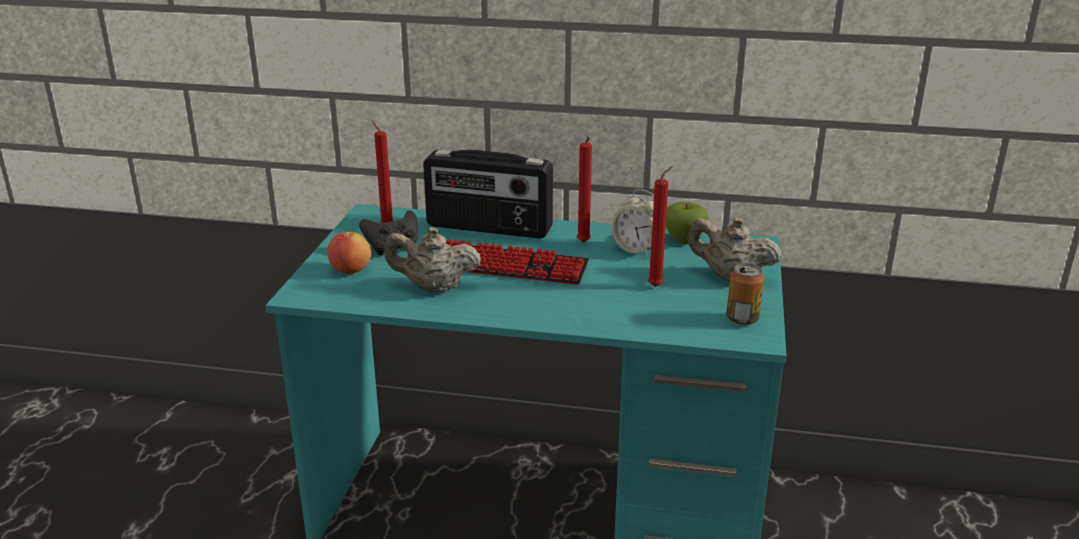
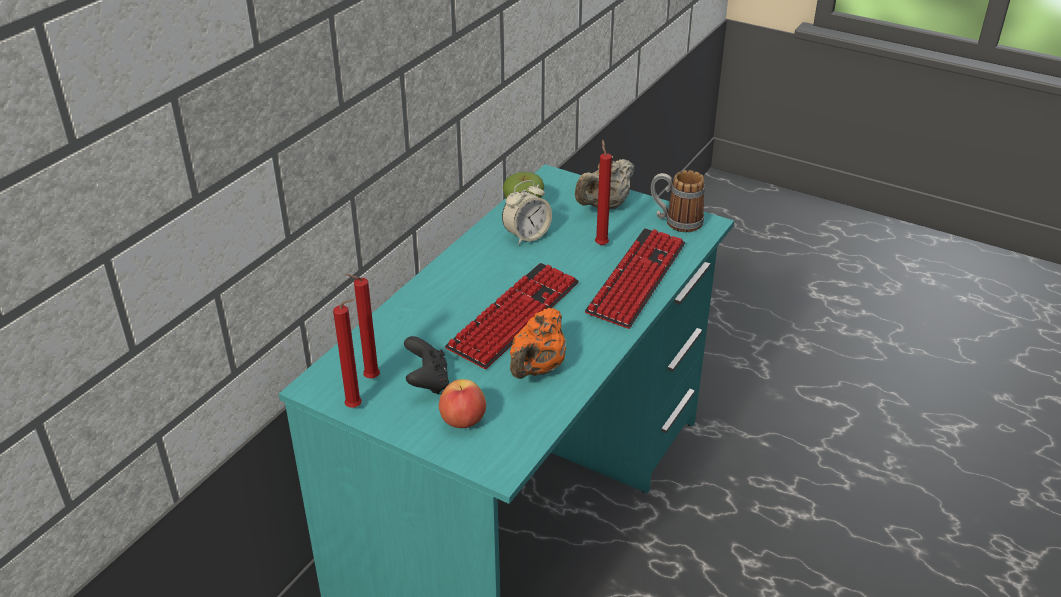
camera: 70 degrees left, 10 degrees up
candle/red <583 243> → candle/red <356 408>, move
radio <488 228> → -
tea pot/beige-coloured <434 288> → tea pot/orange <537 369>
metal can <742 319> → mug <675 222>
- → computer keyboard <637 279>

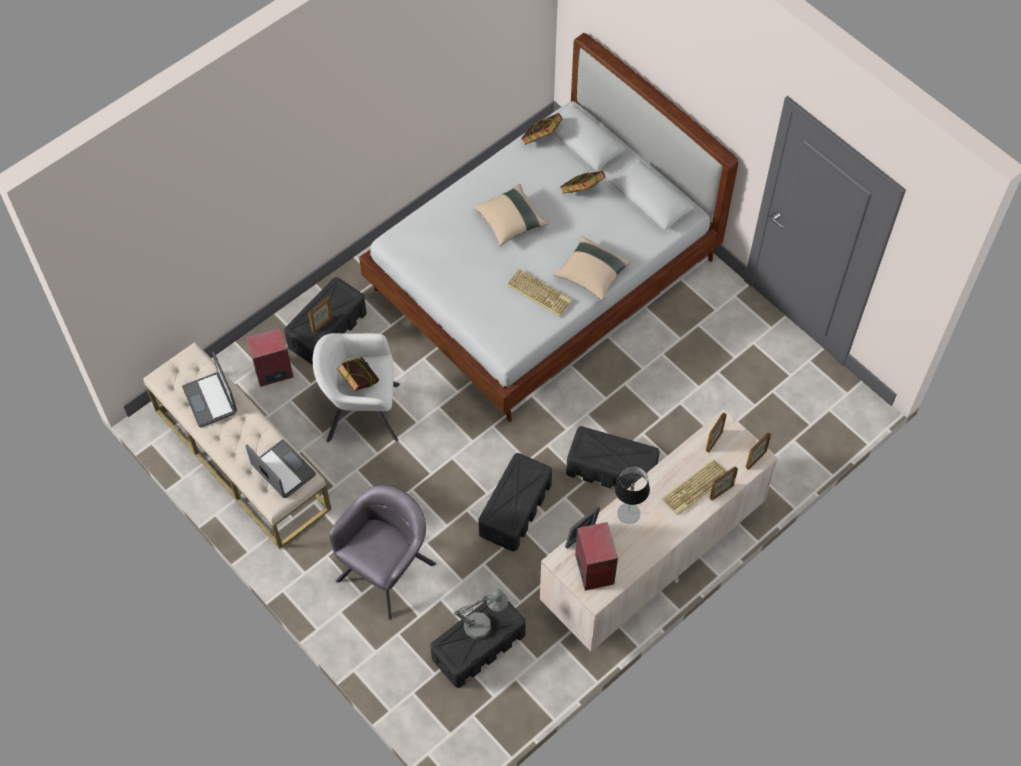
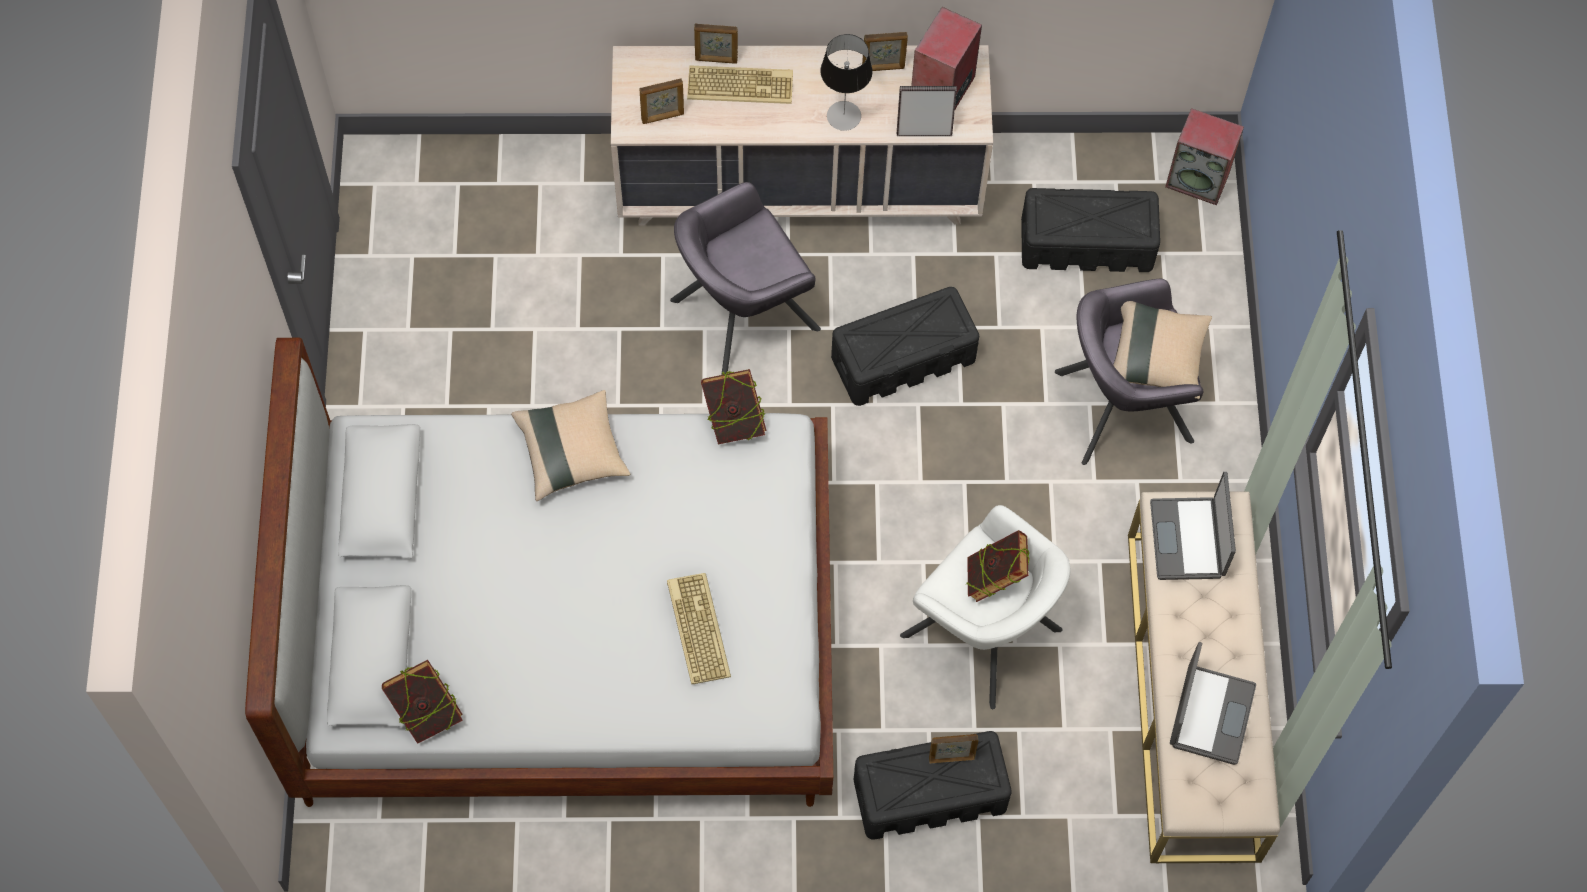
camera: 140 degrees left, 5 degrees up
bound book <581 193> → bound book <734 421>, move
pillow/beige-coloured <510 221> → pillow/beige-coloured <1156 358>, move
computer keyboard <540 293> → computer keyboard <696 628>, move
loudspeaker <273 372> → loudspeaker <1198 179>, move
storage container/black <612 470> → easy chair/gray <743 314>
picture frame <755 459> → picture frame <883 68>, move
lamp for a table/gray <483 624> → -

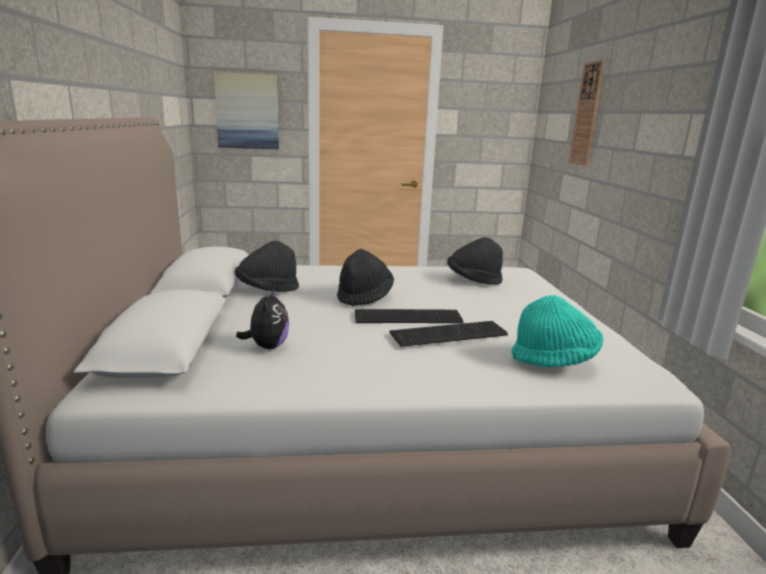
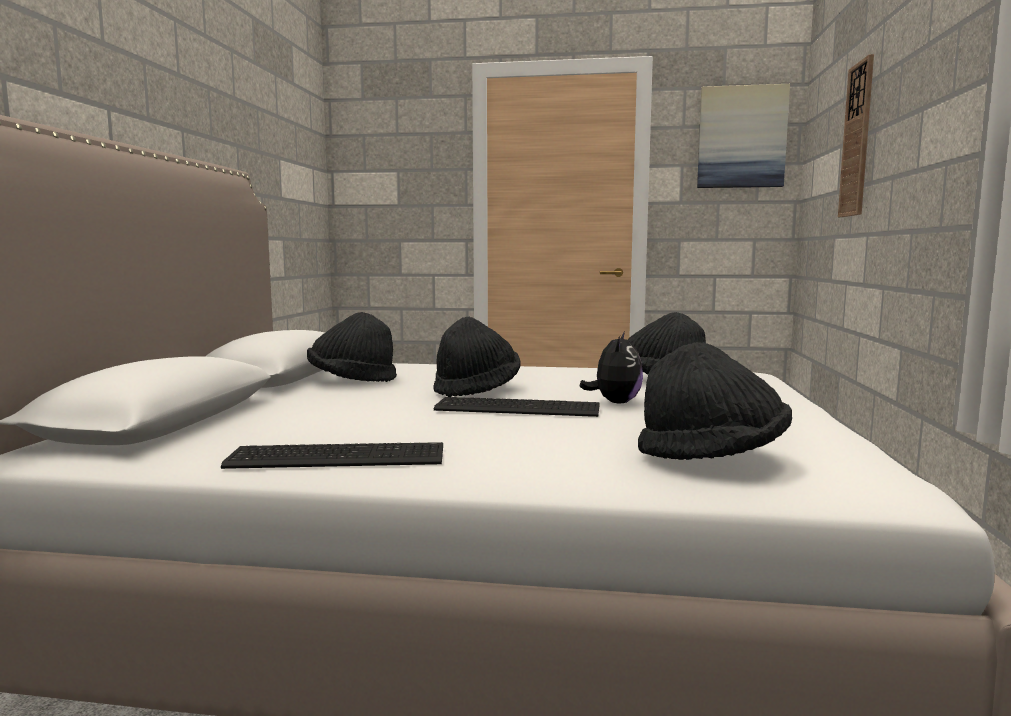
camera: 15 degrees right, 10 degrees down
wall art <247 111> → wall art <741 137>, move
soft toy <267 346> → soft toy <615 402>, move
wearable hat/blue-green <554 359> → wearable hat/black <712 456>
computer keyboard <446 333> → computer keyboard <336 455>, move

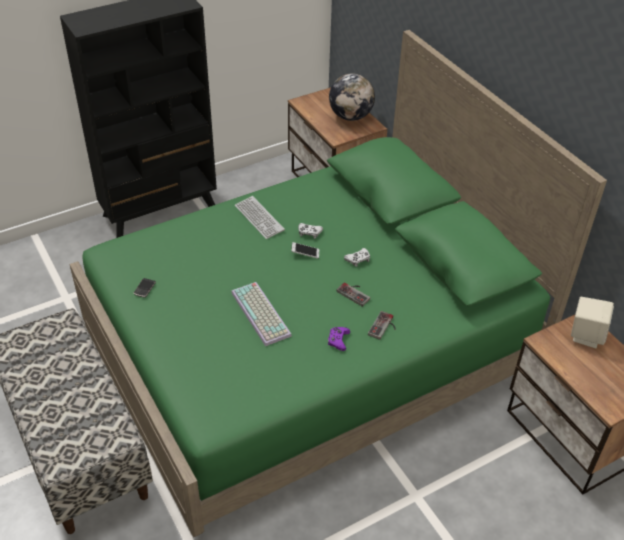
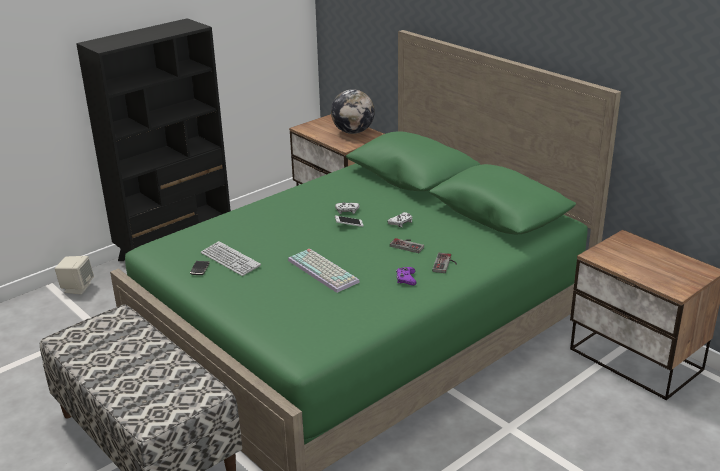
camera: 10 degrees left, 15 degrees down
computer keyboard <259 218> → computer keyboard <230 260>, move
loudspeaker/beige-coloured <586 335> → loudspeaker/beige-coloured <77 288>, move

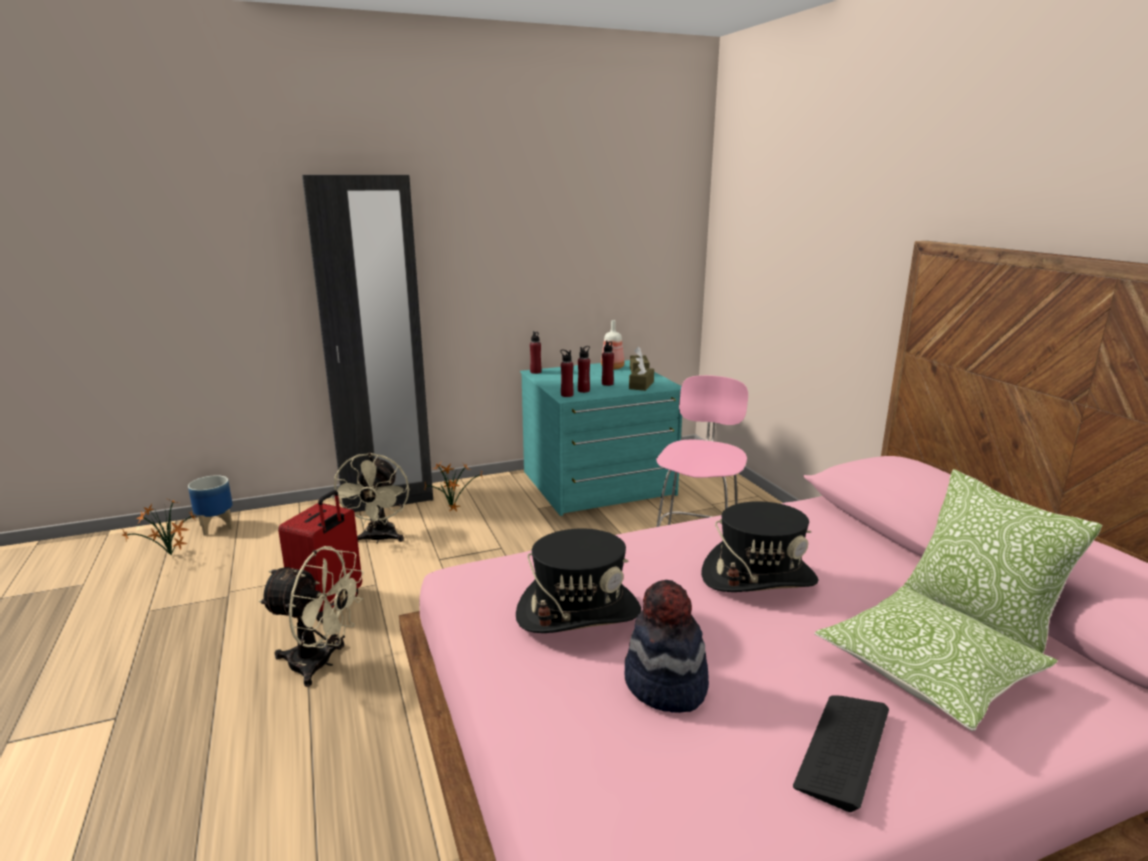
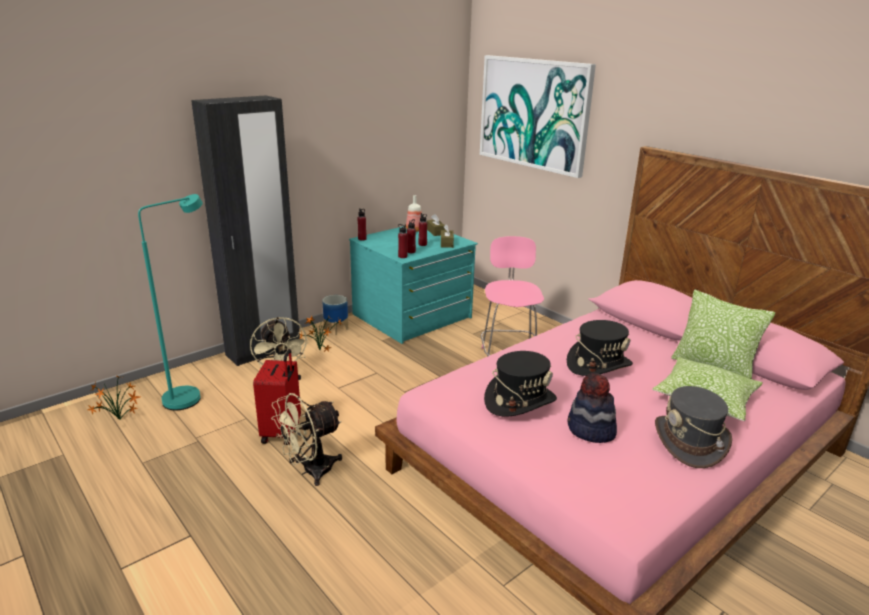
camera: 20 degrees left, 5 degrees up
flower pot <217 527> → flower pot <336 329>, move
electric fan/beige-coloured <320 664> → electric fan/beige-coloured <310 471>, 150 degrees clockwise
computer keyboard <842 750> → wearable hat/gray <690 442>
- → wall art <533 113>
- → floor lamp/blue-green <191 396>

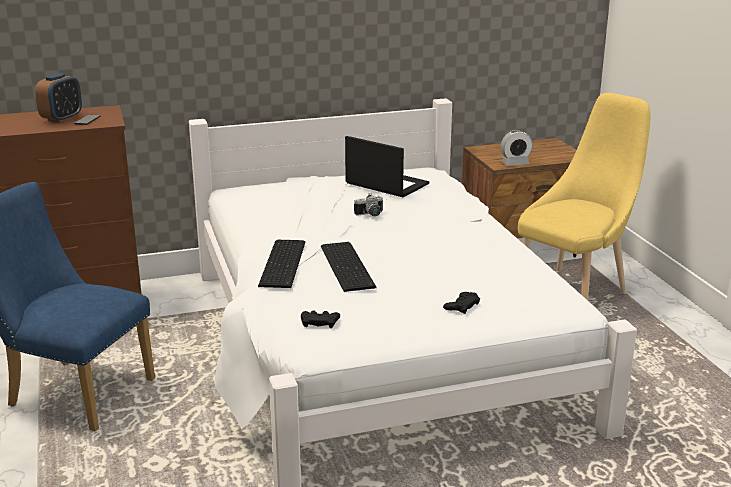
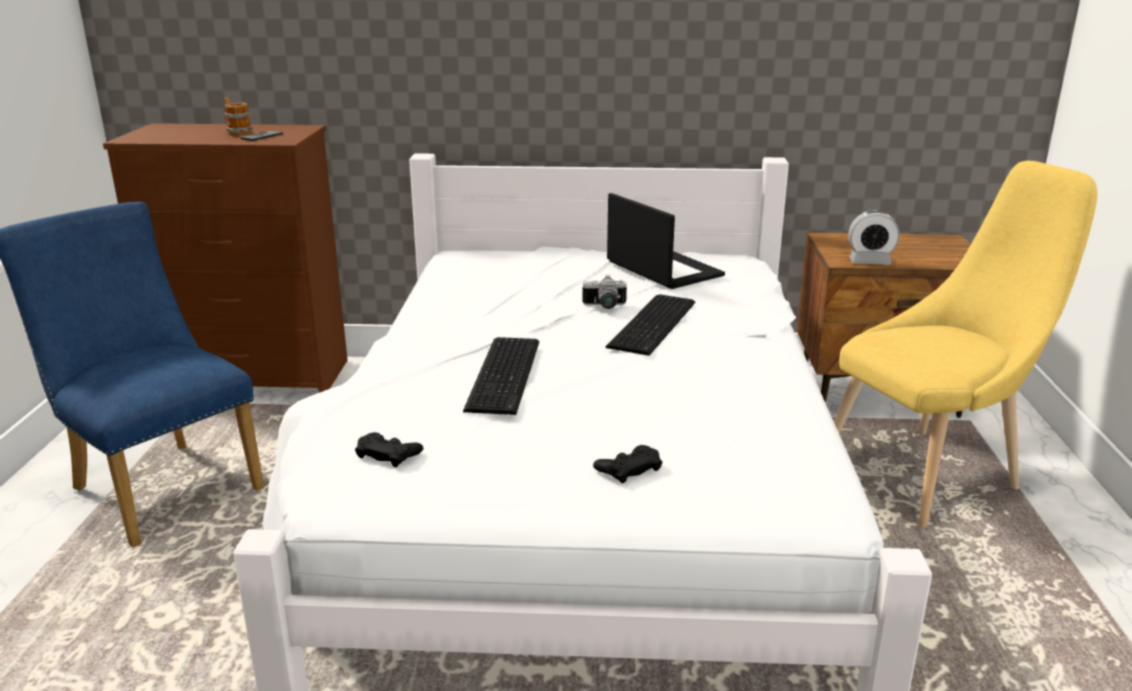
camera: 20 degrees right, 0 degrees up
table clock <62 118> → mug <237 132>
computer keyboard <285 263> → computer keyboard <656 324>, move

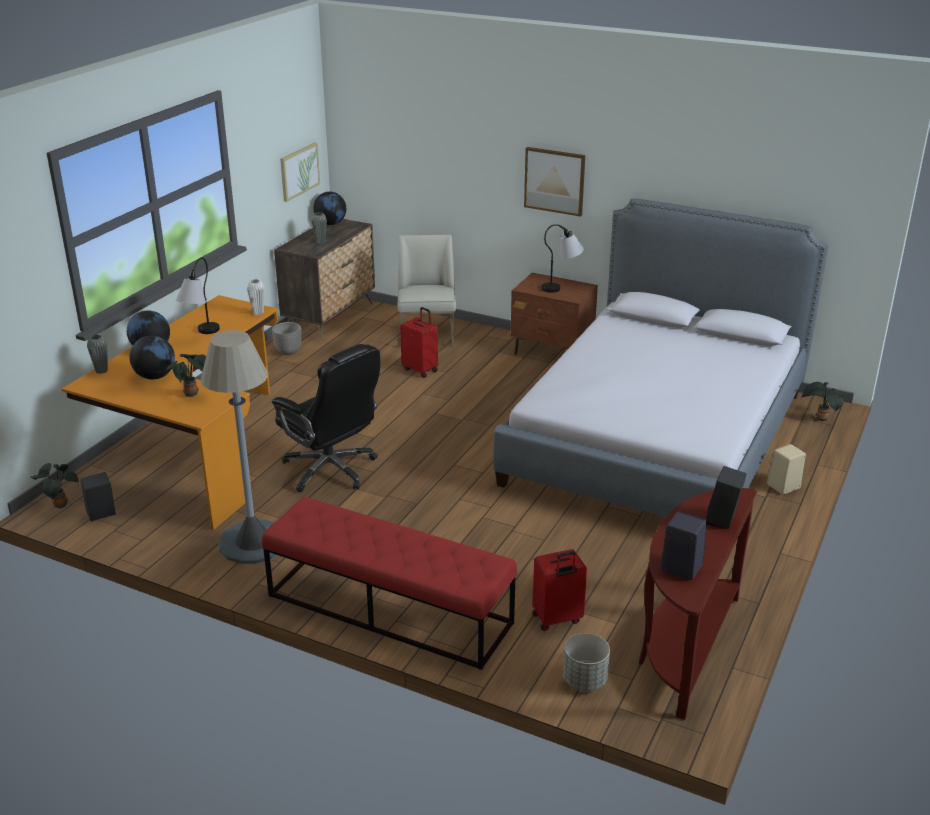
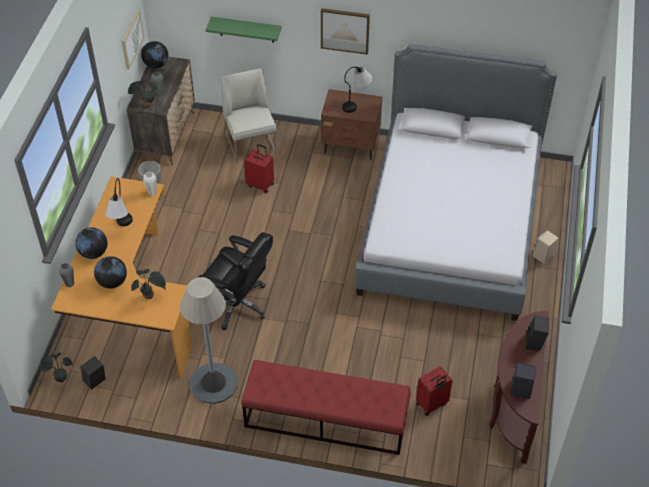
camera: 15 degrees left, 20 degrees up
potted plant <820 419> → potted plant <145 105>, move
flower pot/gray <584 680> → -
- → bracket shelf/green <246 29>

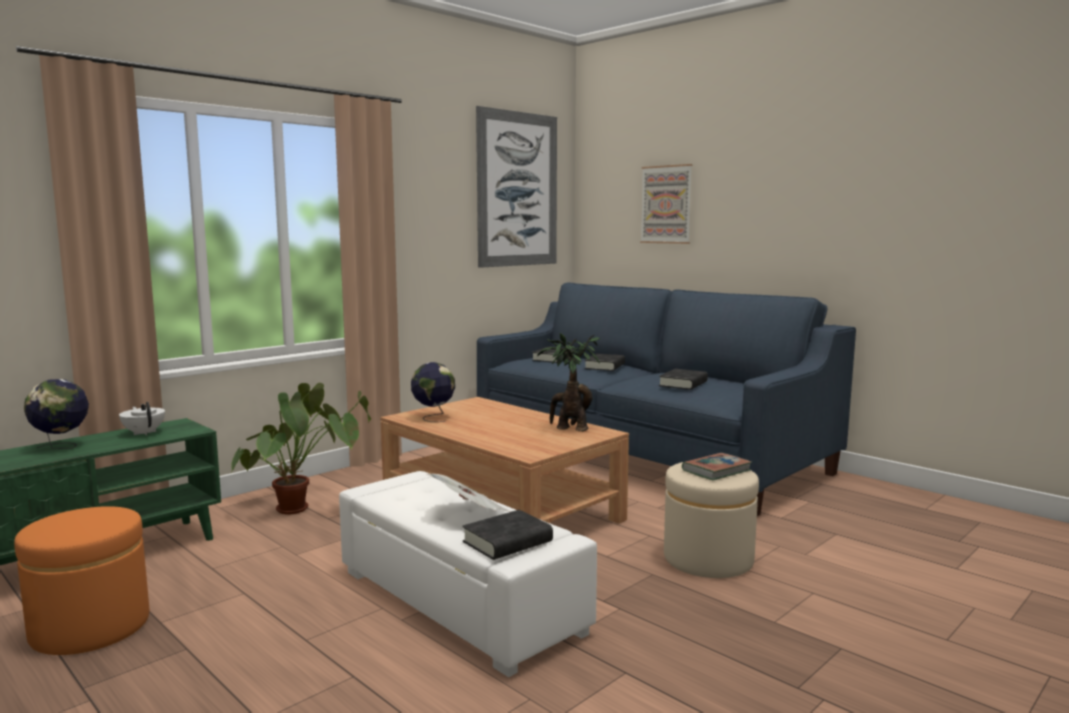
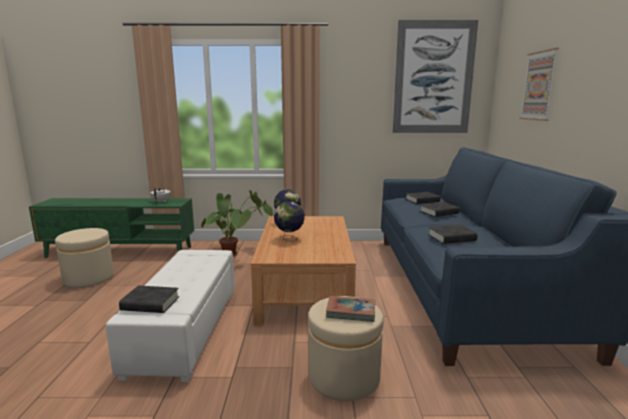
camera: 45 degrees right, 5 degrees up
potted plant <569 428> → -
desk globe <61 447> → desk globe <289 239>, move
printed paper <470 514> → -
ottoman/orange <90 627> → ottoman/beige-coloured <89 278>

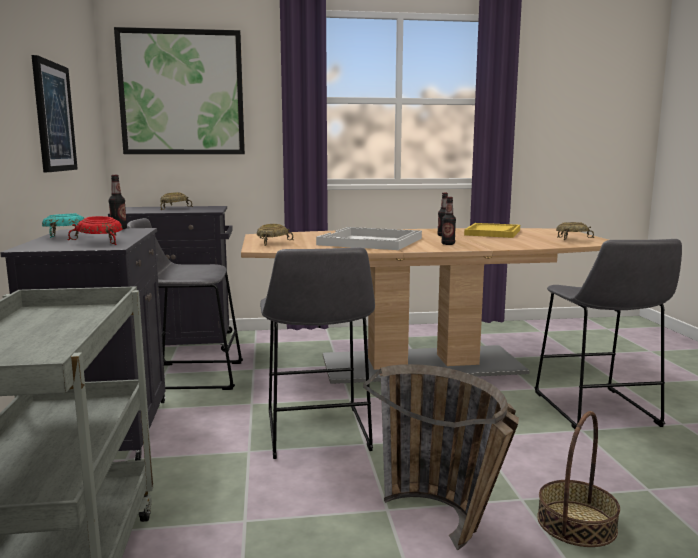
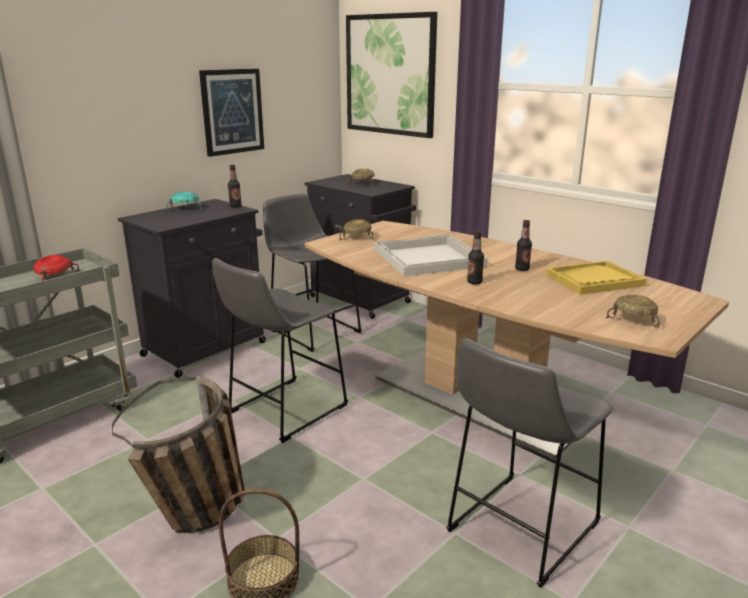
camera: 50 degrees right, 10 degrees up
deep dish/red <99 242> → deep dish/red <54 277>, move

